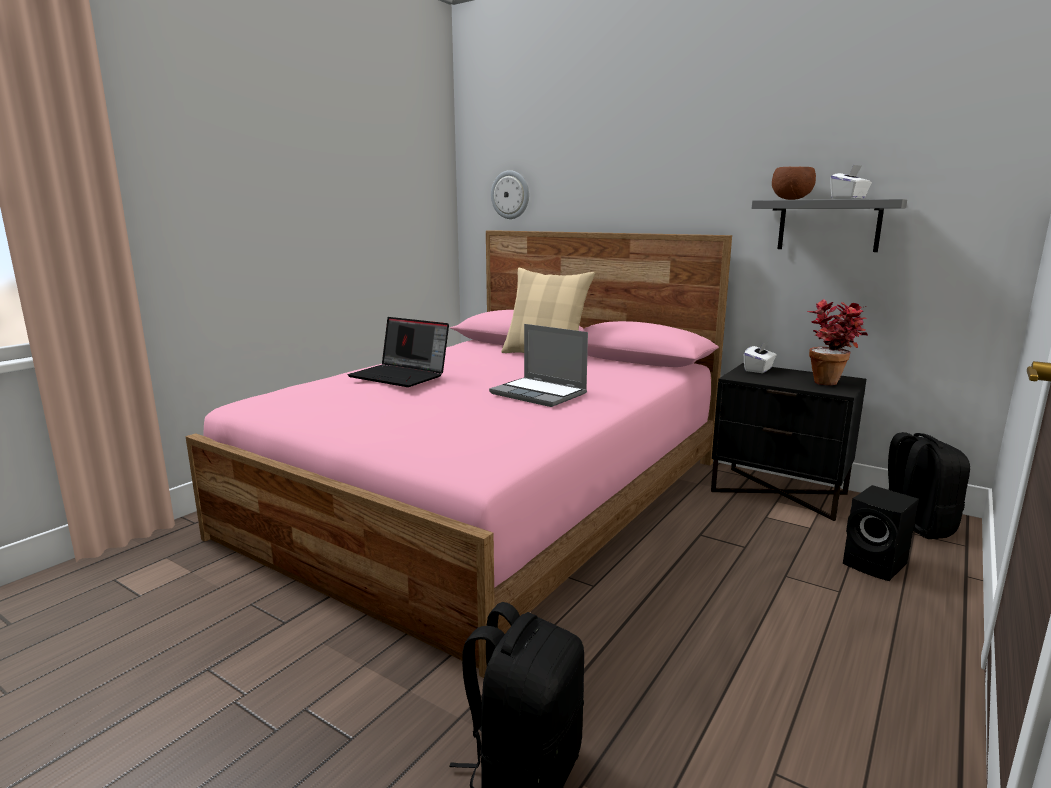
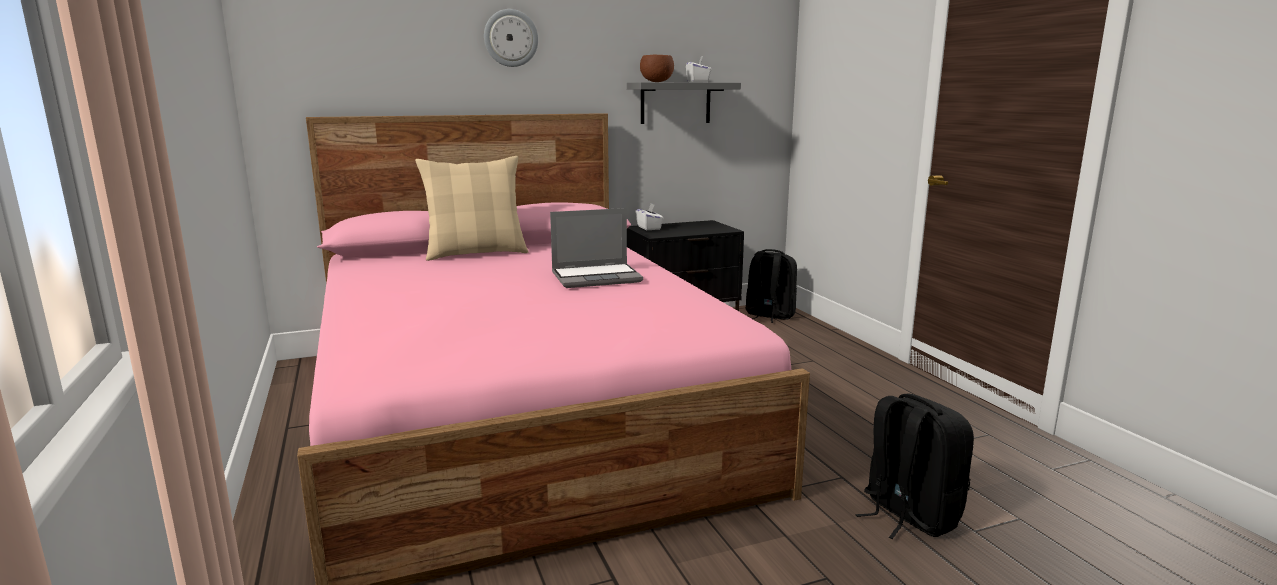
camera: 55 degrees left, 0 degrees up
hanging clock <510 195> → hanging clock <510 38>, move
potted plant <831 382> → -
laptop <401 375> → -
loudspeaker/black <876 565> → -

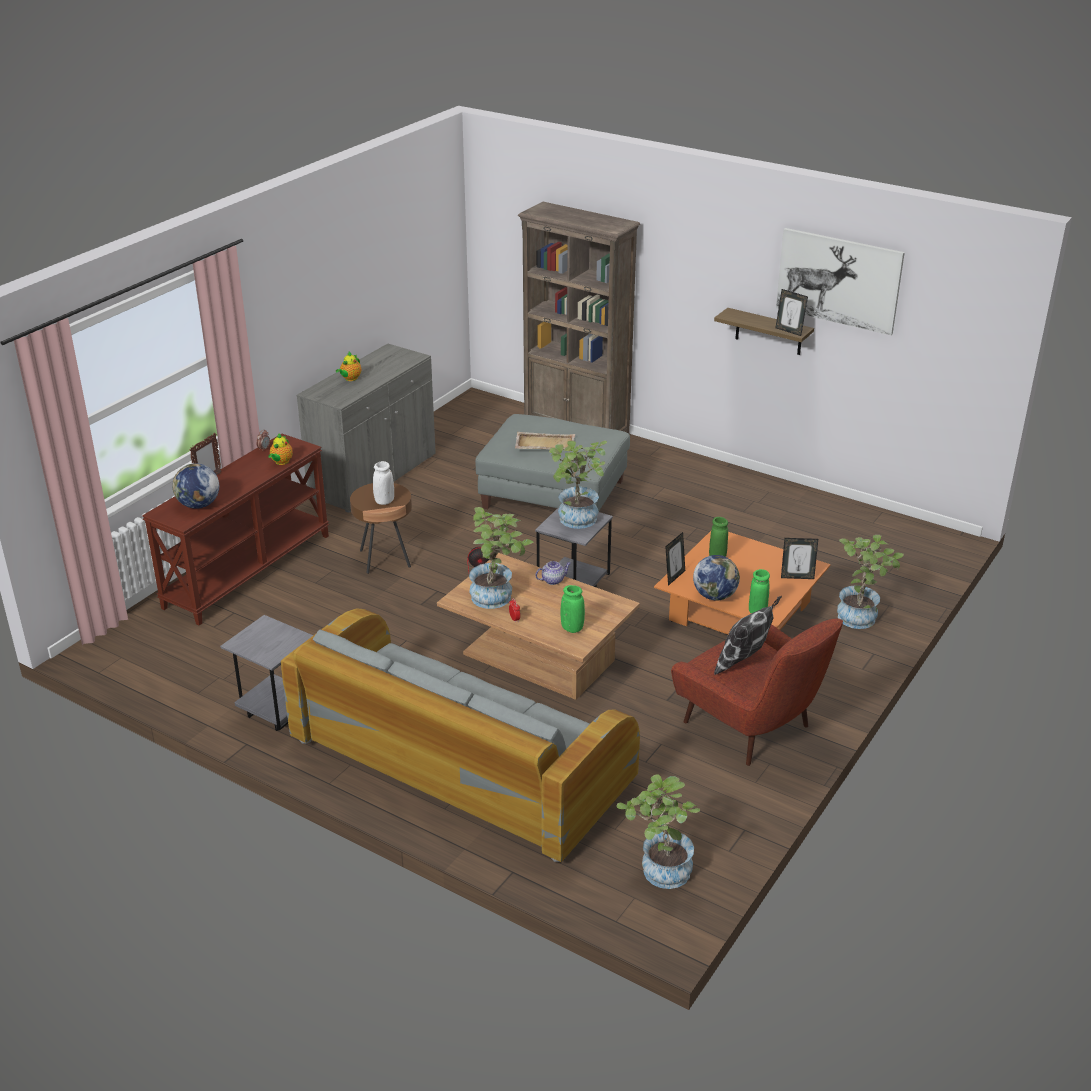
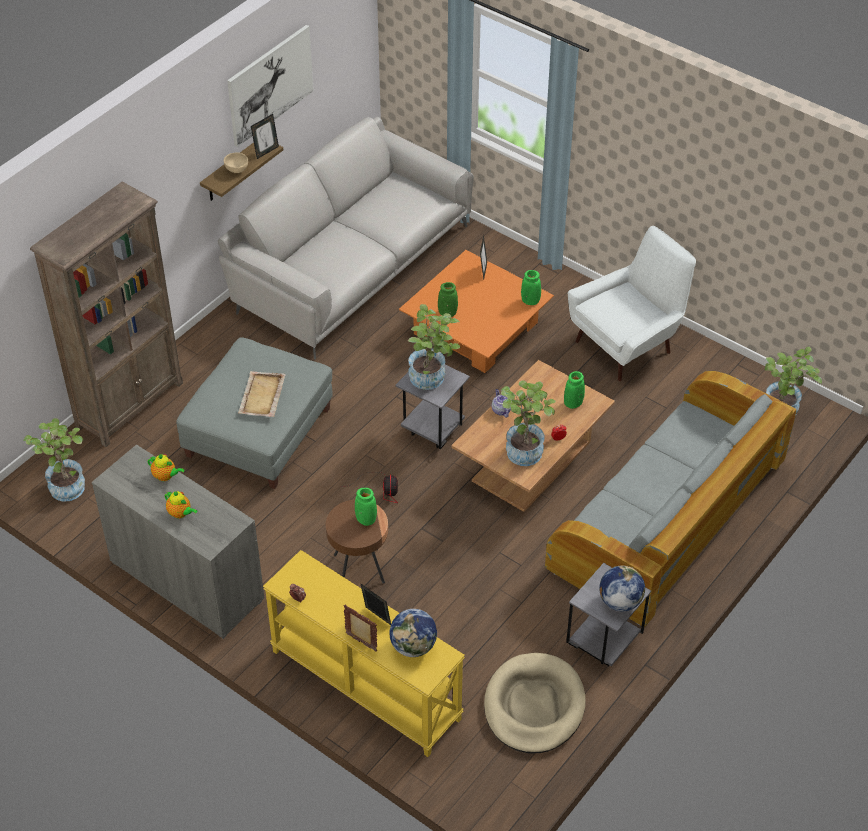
camera: 85 degrees left, 15 degrees up
tea pot <281 462> → tea pot <166 476>, move
hall table/brownish <247 570> → hall table/yellowish <364 685>
decorative vase/white <384 501> → decorative vase/green <366 519>
picture frame <674 577> → picture frame <376 618>, move
potted plant <861 616> → potted plant <65 484>, move
desk globe <715 596> → desk globe <620 601>, move
pillow <744 663> → -
easy chair/red <752 728> → easy chair/white <627 344>
- → couch/gray <351 266>
- → deep dish/beige-coloured <237 170>
- → dog cushion/beige-coloured <534 706>

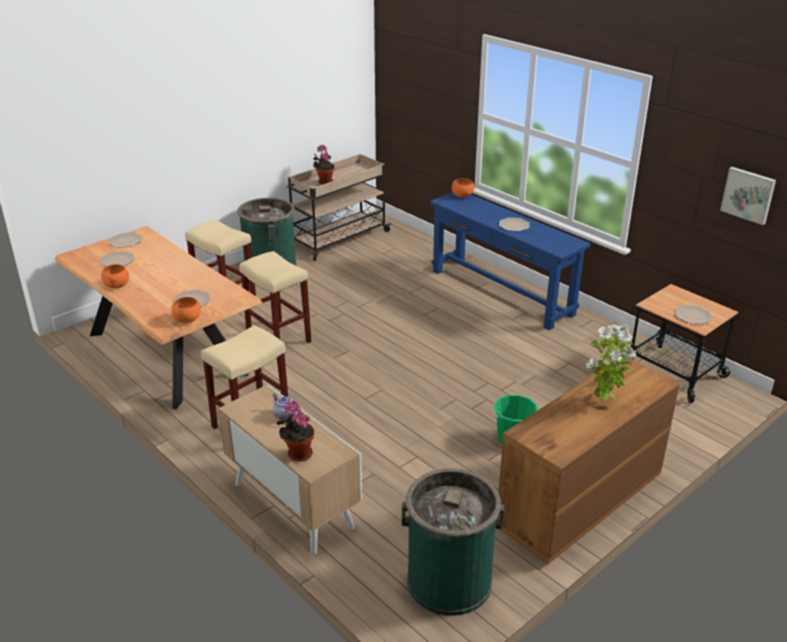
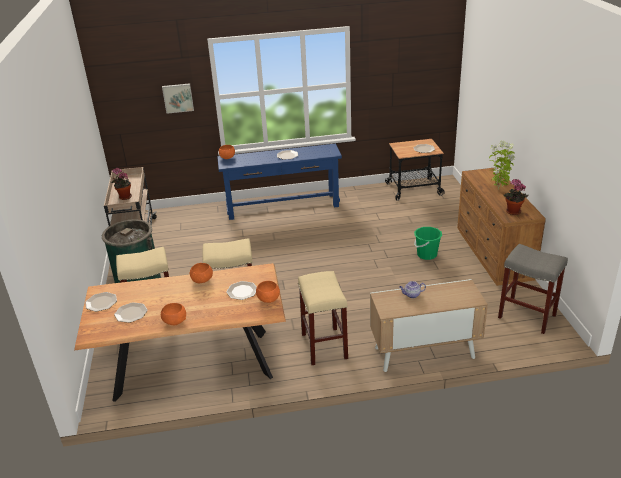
camera: 55 degrees left, 0 degrees up
wall art <748 194> → wall art <178 98>, move
potted plant <297 454> → potted plant <512 212>, move
waste bin/green <449 580> → stool seat/gray <526 316>
- → deep dish/orange <202 280>

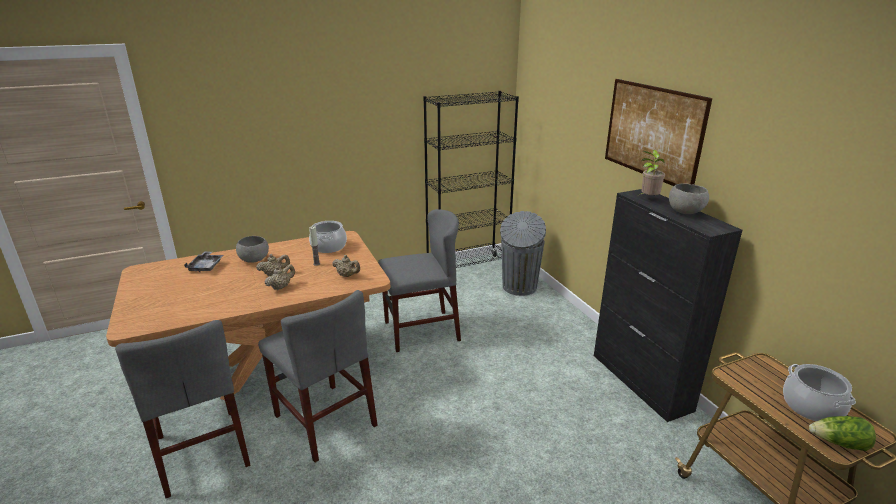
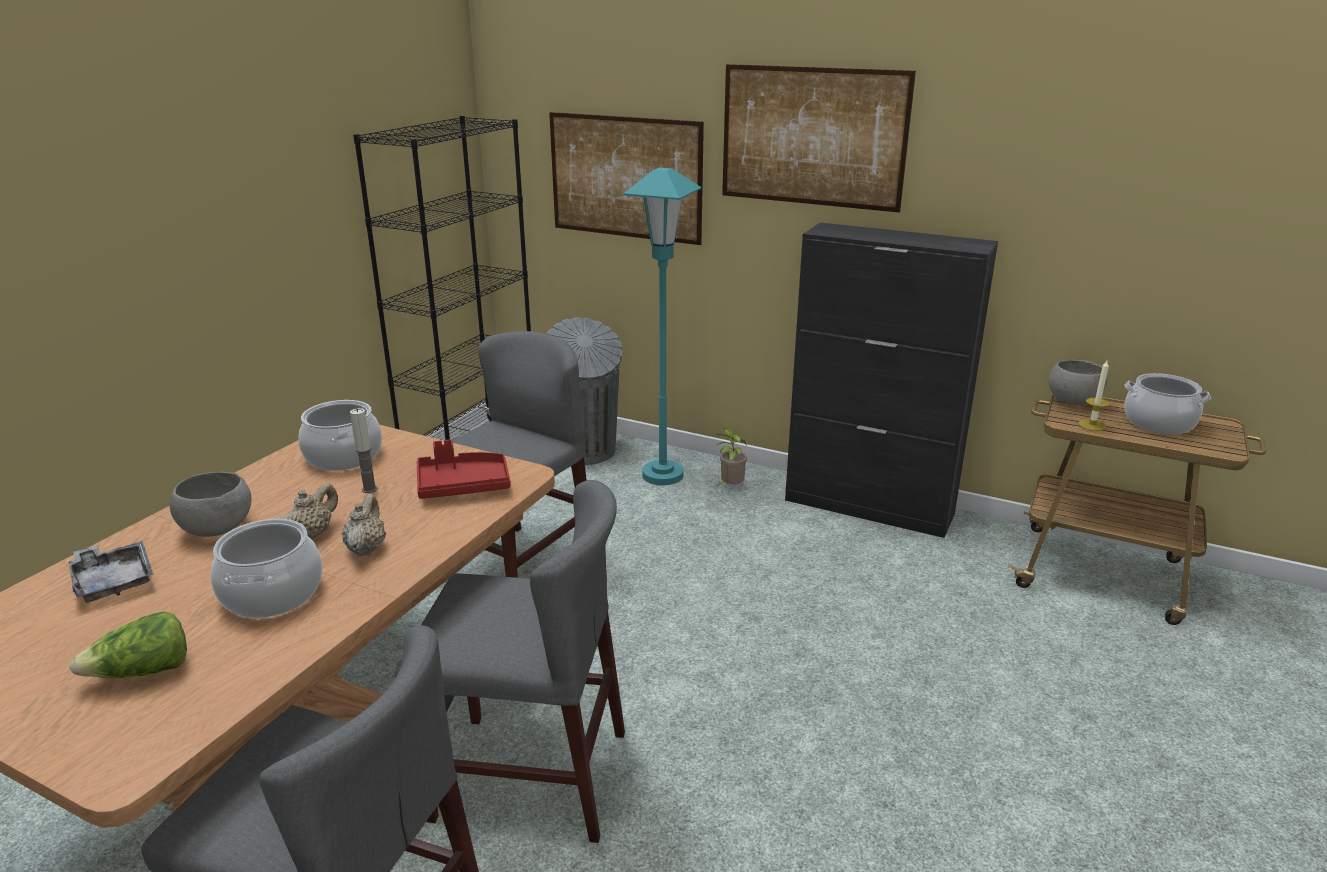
camera: 40 degrees left, 0 degrees up
potted plant <648 199> → potted plant <730 487>, move
deep dish/gray <685 212> → deep dish/gray <1072 401>, move
tea pot/beige-coloured <347 275> → carrying tray/red <463 485>
lettuce <838 443> → lettuce <143 672>, move
- → wall art <625 177>
- → floor lamp/blue-green <663 475>
- → candle <1092 425>
- → cooking pot <273 593>

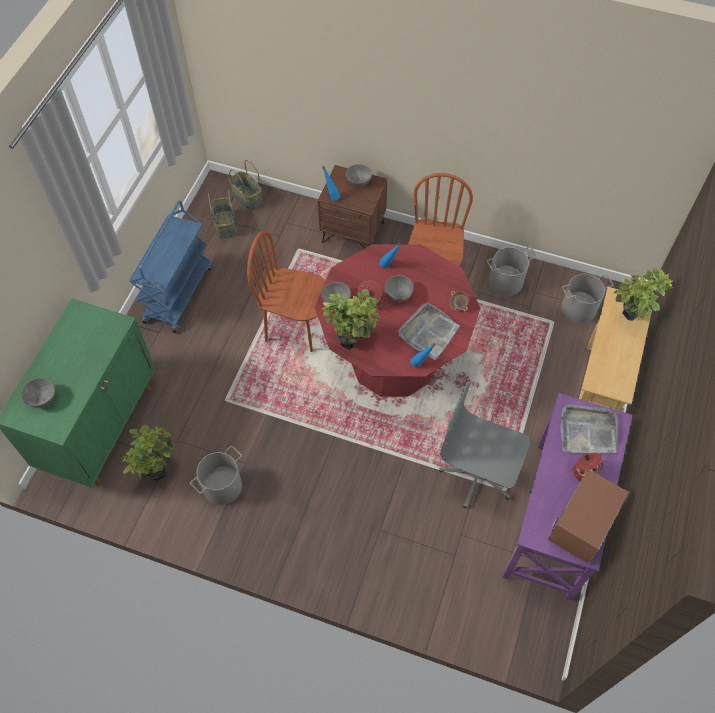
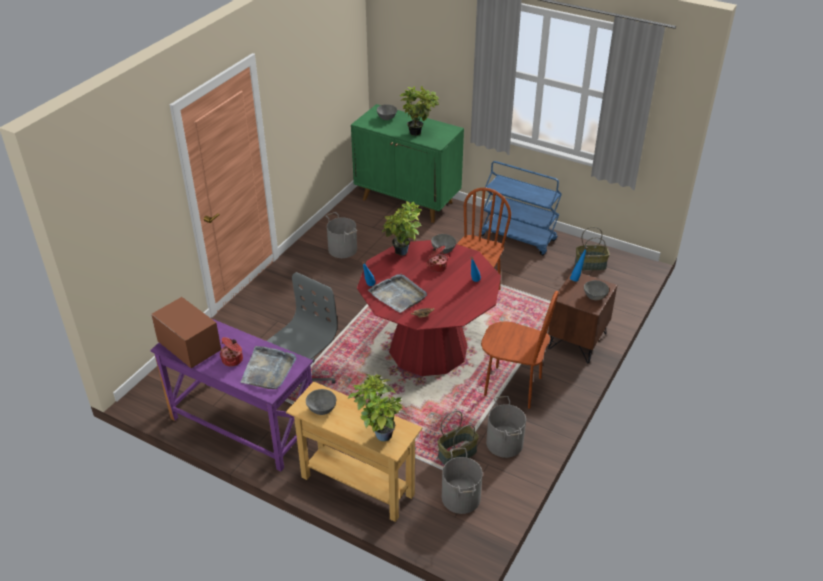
camera: 100 degrees right, 20 degrees down
storage basket <246 198> → storage basket <457 453>, move
deep dish/gray <398 295> → deep dish/gray <321 409>, move
potted plant <156 469> → potted plant <418 133>, move

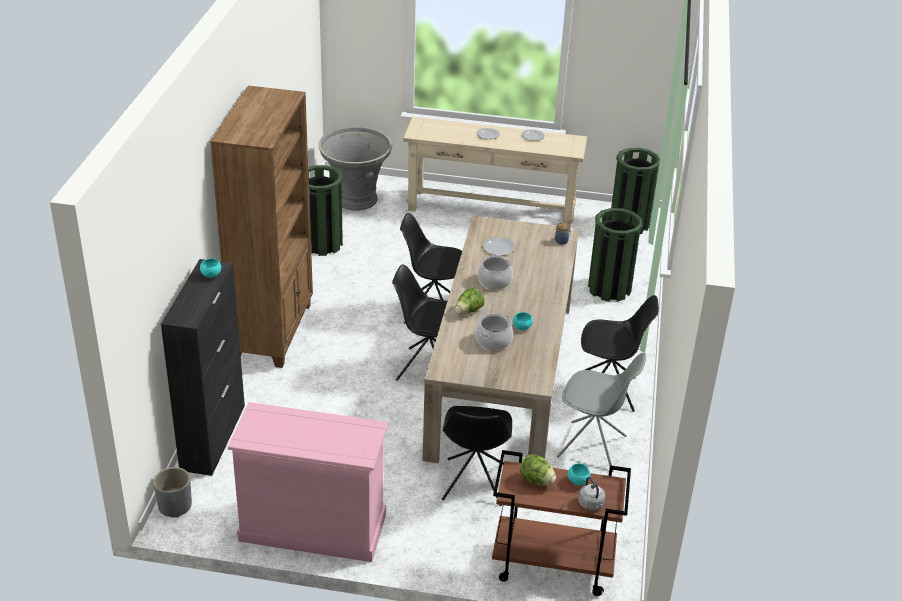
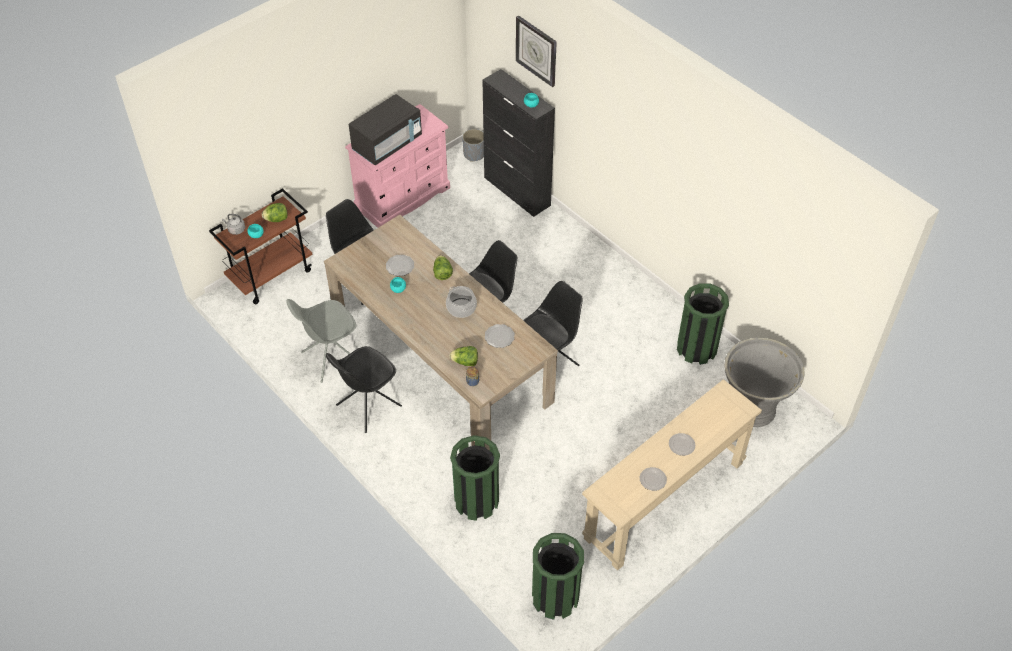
camera: 130 degrees right, 15 degrees up
bookcase/brownish <273 331> → -
cooking pot <493 341> → dinner plate <400 266>
- → hanging clock <536 50>
- → microwave oven/black <387 144>
- → lettuce <465 362>

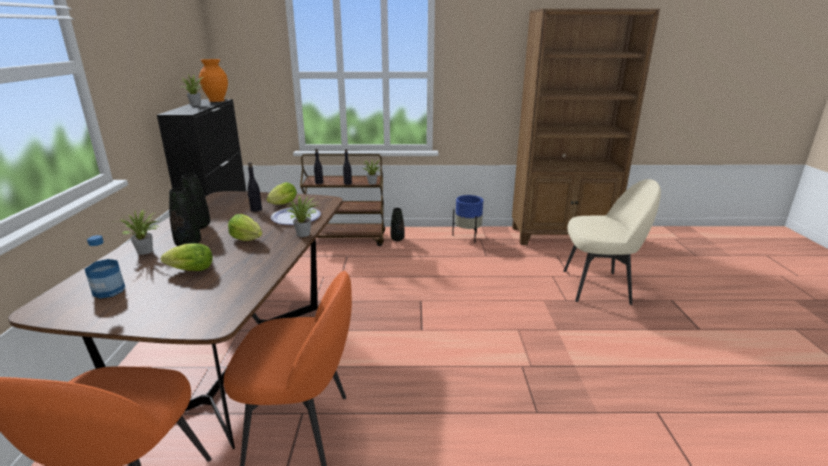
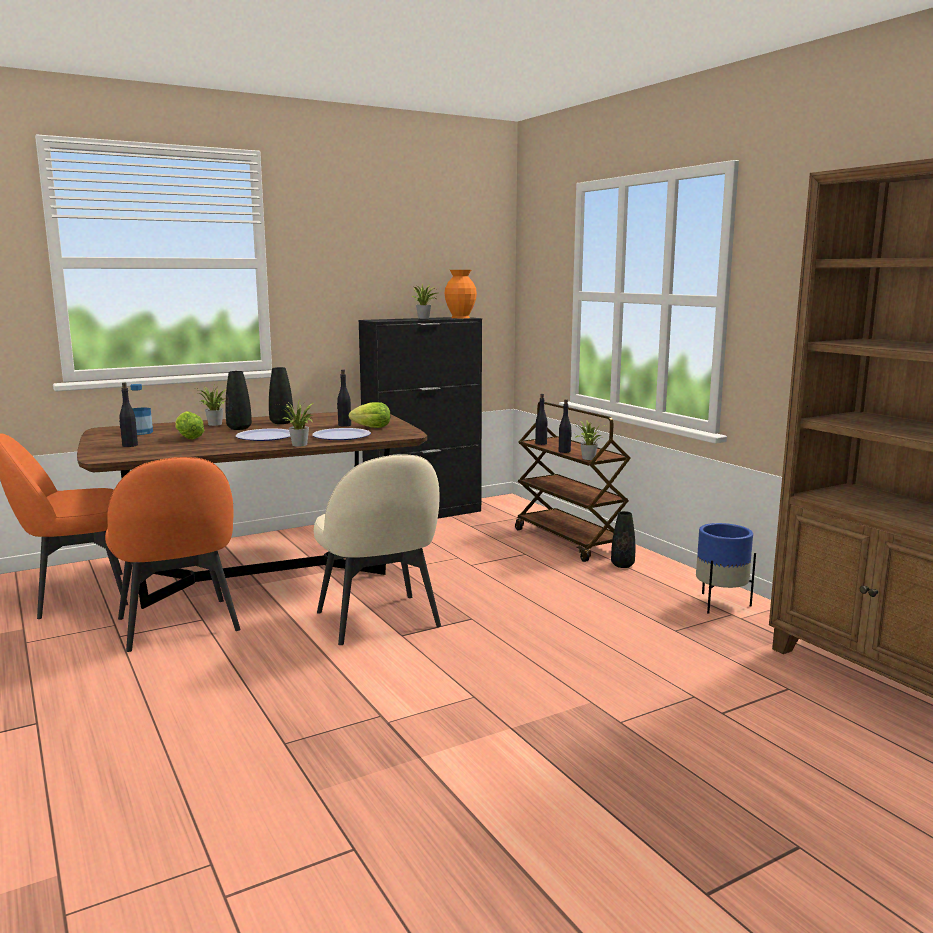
camera: 60 degrees right, 10 degrees down
plain chair/beige-coloured <598 286> → plain chair/beige-coloured <379 621>, move
lettuce <248 240> → dinner plate <266 436>
- → beverage bottle/black <129 445>

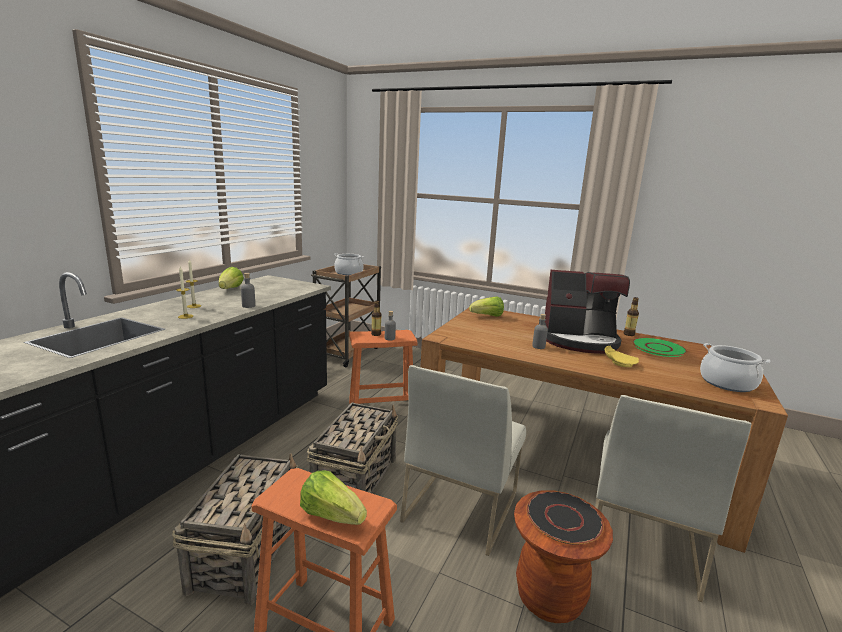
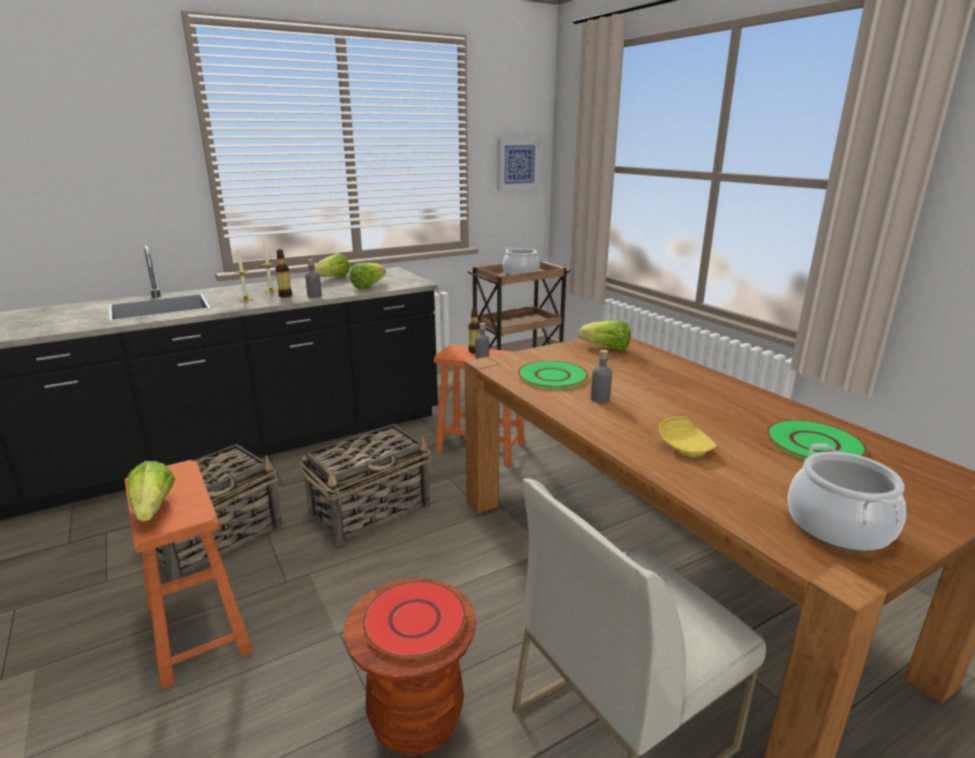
camera: 35 degrees right, 5 degrees up
coffee machine <579 340> → -
beverage bottle <628 334> → beverage bottle <285 296>, move
plain chair/white <460 506> → -
dinner plate/black <563 518> → dinner plate/red <415 619>
- → wall art <518 164>
- → lettuce <368 286>
- → dinner plate/green <552 376>

